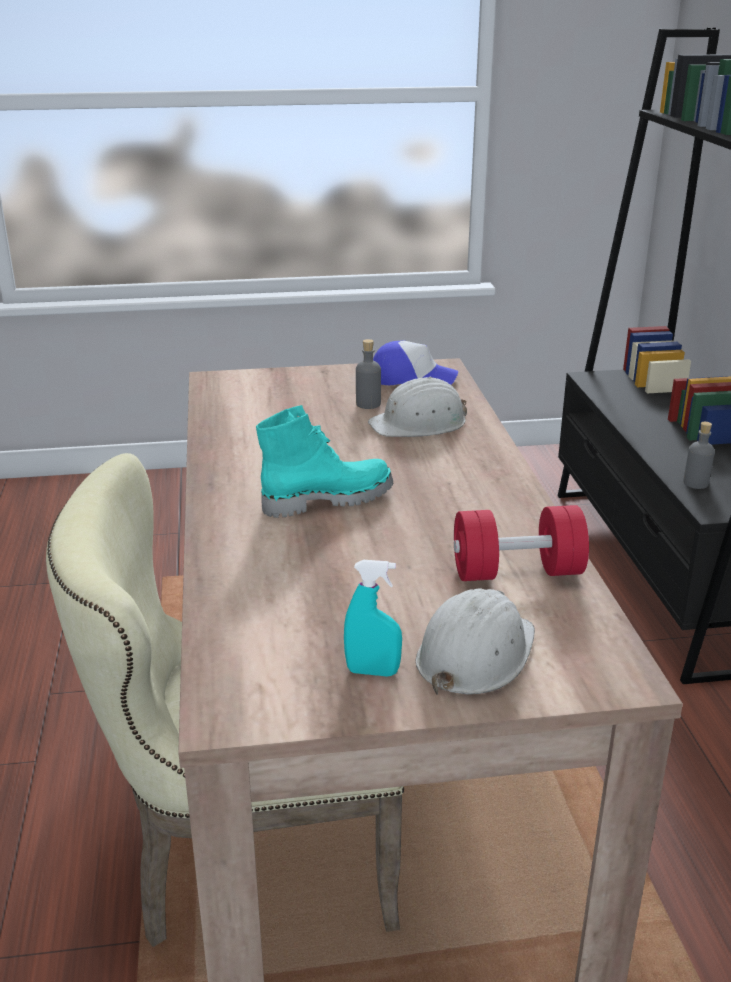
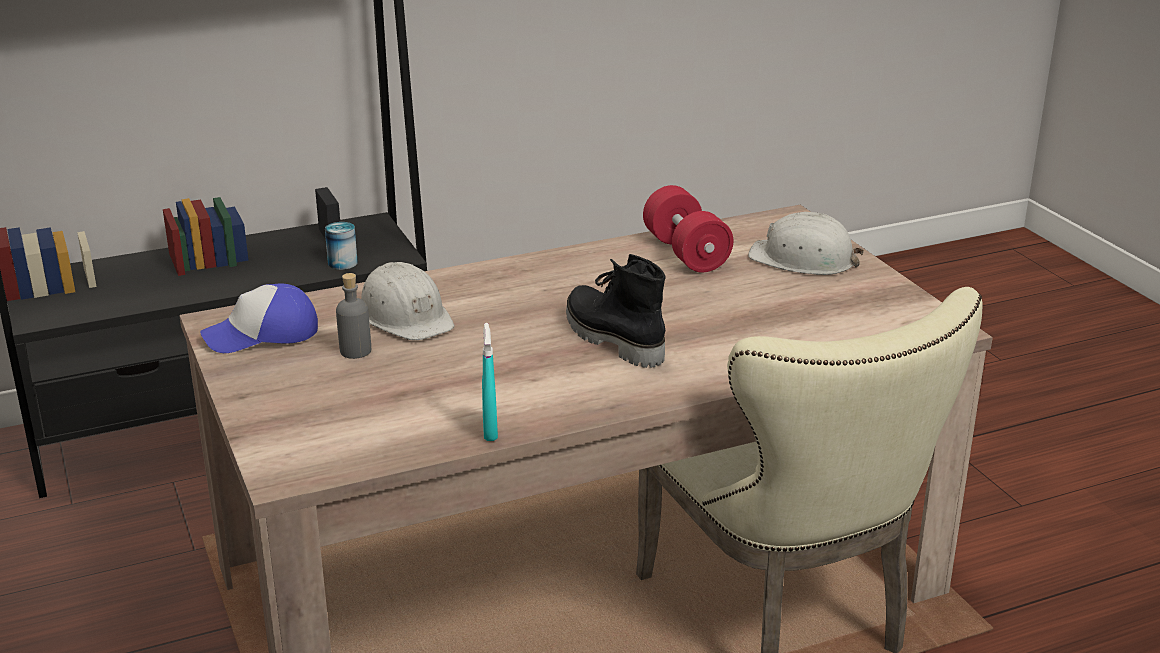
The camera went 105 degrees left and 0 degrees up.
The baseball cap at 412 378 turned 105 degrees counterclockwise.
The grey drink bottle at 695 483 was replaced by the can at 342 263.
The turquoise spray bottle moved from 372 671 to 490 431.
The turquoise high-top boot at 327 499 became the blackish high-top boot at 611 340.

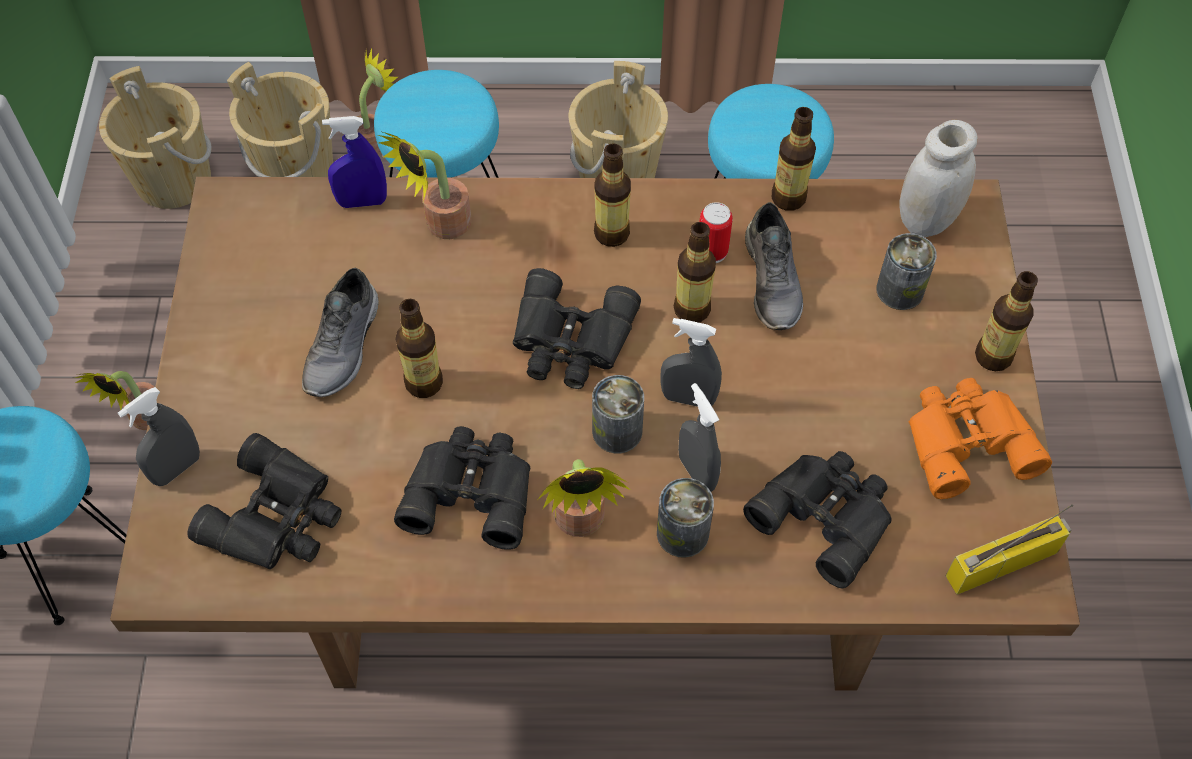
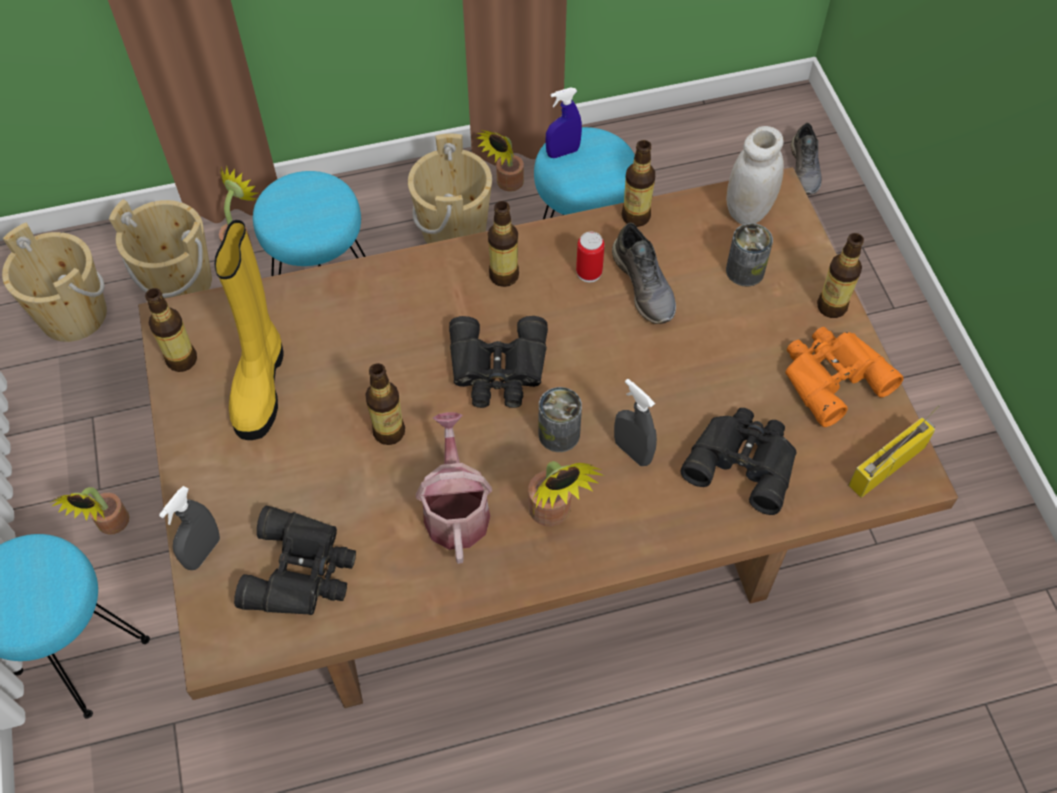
The camera went 15 degrees left and 0 degrees up.
The drink bottle moved from 691 309 to 181 359.
The yellow-coloured high-top boot at 260 384 appeared.
The blackish field glasses at 471 489 was replaced by the watering can at 456 509.
The plant in a pot moved from 440 226 to 507 185.
The blue spray bottle moved from 362 202 to 563 152.
The grey shoe moved from 345 346 to 805 169.
The can at 682 533 disappeared.
The grey spray bottle at 688 398 disappeared.

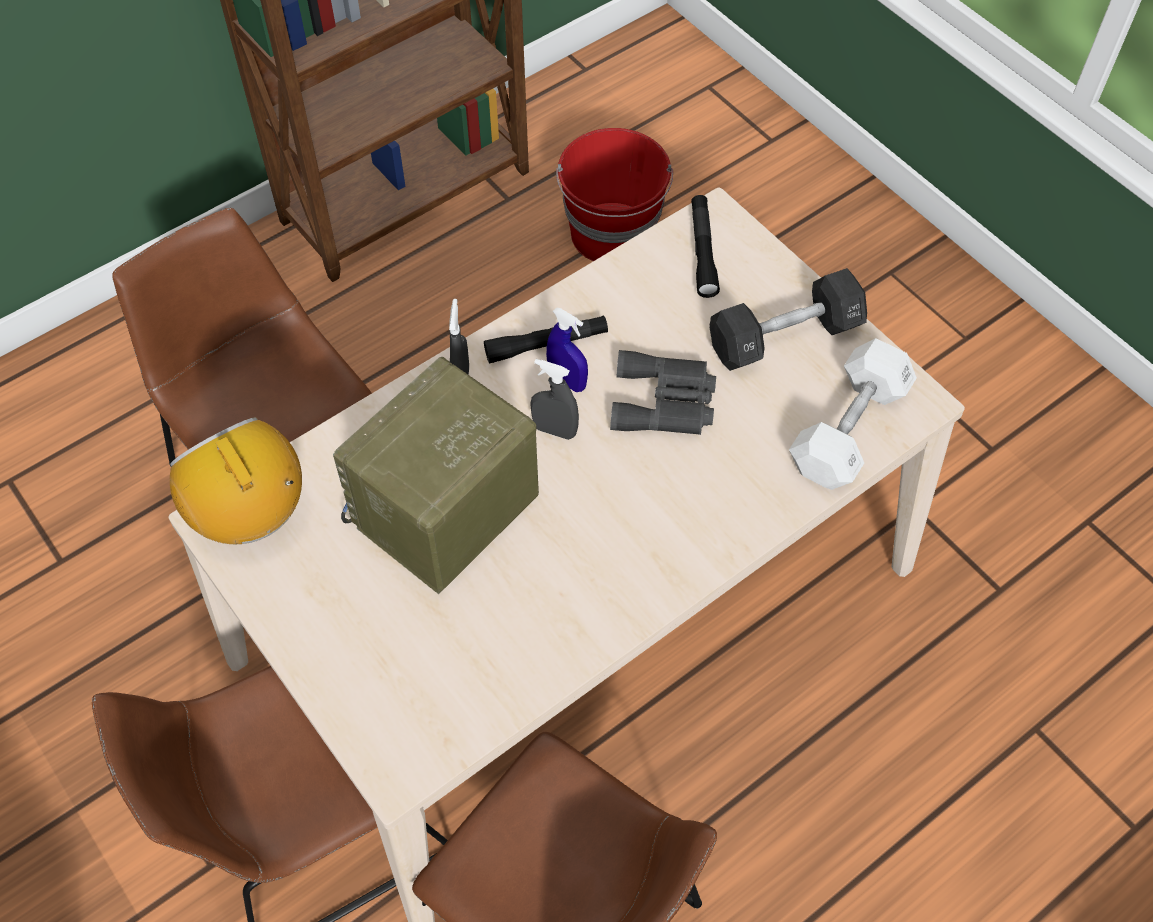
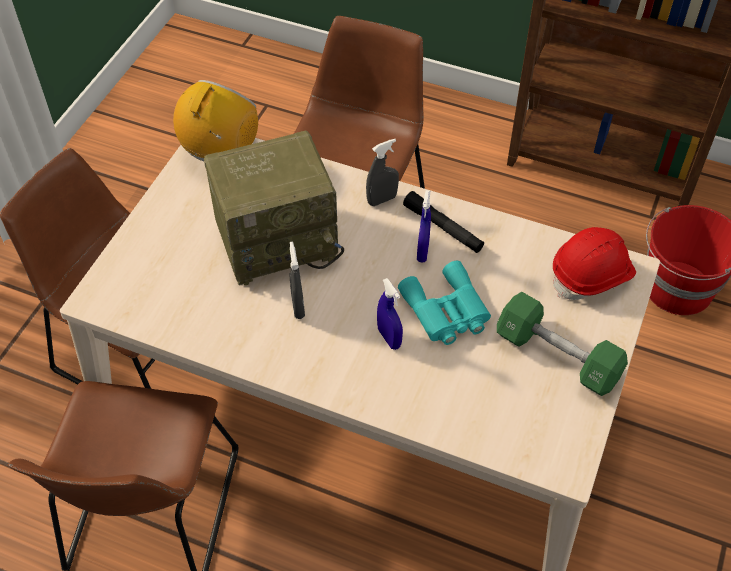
The camera went 60 degrees right and 5 degrees down.
The radio set at 446 517 turned 150 degrees clockwise.
The grey spray bottle moved from 555 430 to 298 307.
The blue spray bottle at 389 338 appeared.
The grey field glasses at 666 402 became the turquoise field glasses at 446 312.
The blackish hand weight at 784 337 became the greenish hand weight at 557 356.
The blackish torch at 702 251 was replaced by the red work helmet at 592 275.
The whitish hand weight at 848 429 disappeared.

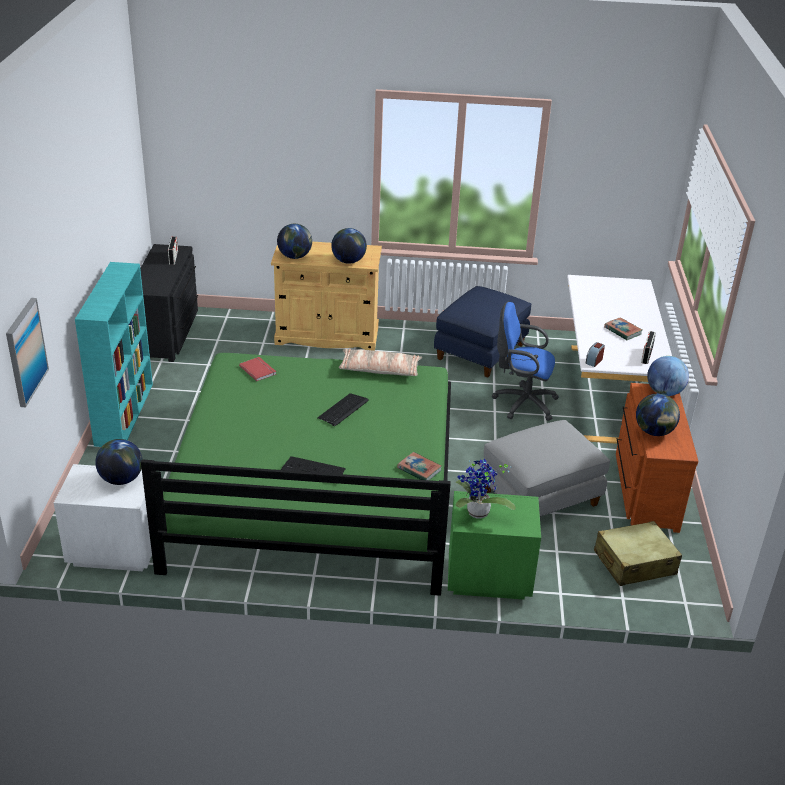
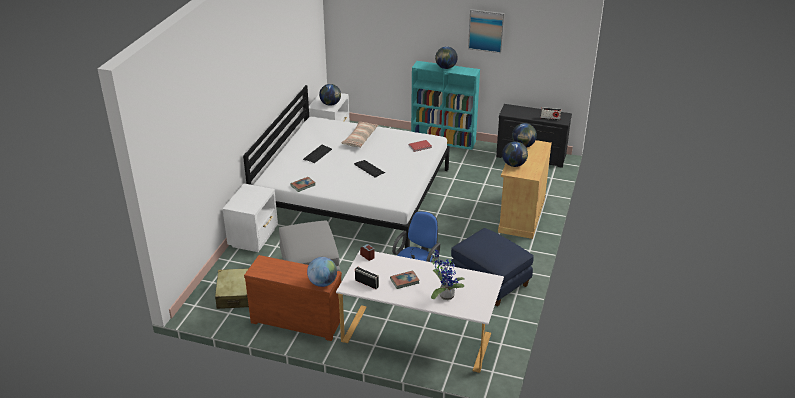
The camera went 105 degrees right and 0 degrees up.
The greenish bedside table at 487 578 became the whitish bedside table at 254 238.
The greenish bed at 315 488 became the whitish bed at 353 193.
The pillow moved from 379 370 to 360 139.
The plant in a pot moved from 477 514 to 445 295.
The desk globe moved from 654 432 to 445 67.
The wall picture moved from 25 352 to 486 30.

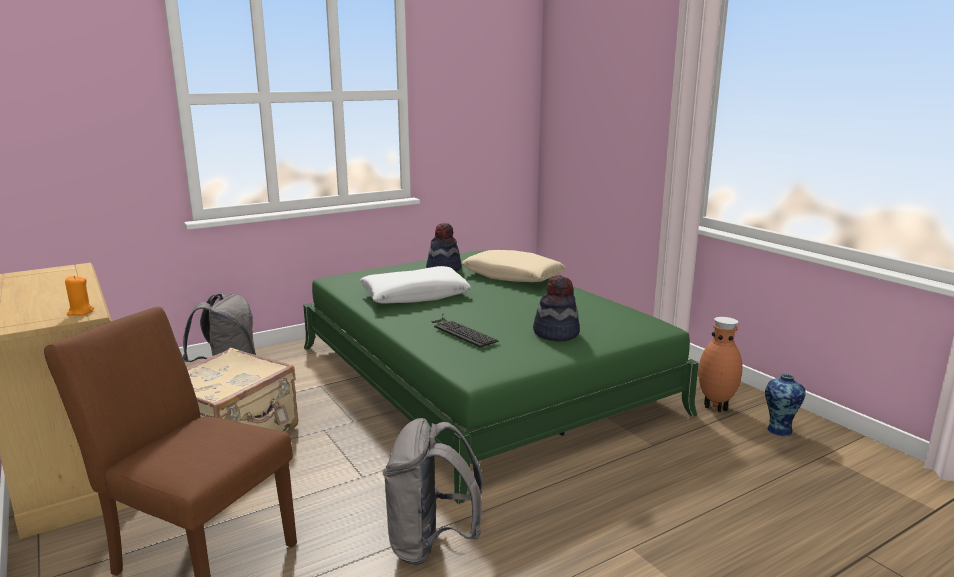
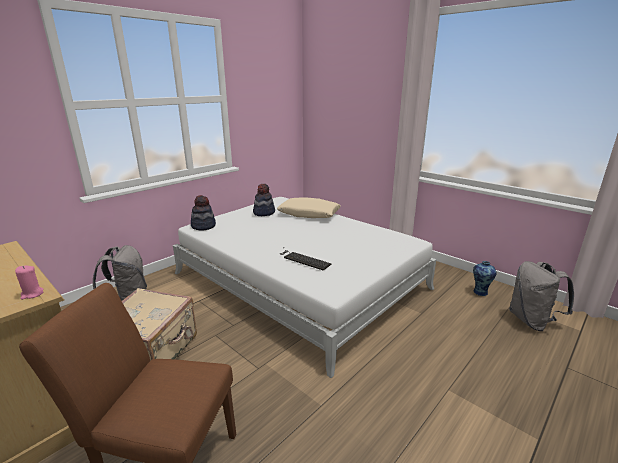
The camera went 15 degrees left and 5 degrees up.
The orange wax candle at 80 312 became the pink wax candle at 32 294.
The greenish bed at 479 378 became the whitish bed at 299 281.
The wearable hat moved from 556 333 to 203 226.
The grey knapsack moved from 431 544 to 532 321.
The whitish pillow at 414 295 disappeared.
The brown flower vase at 716 406 disappeared.

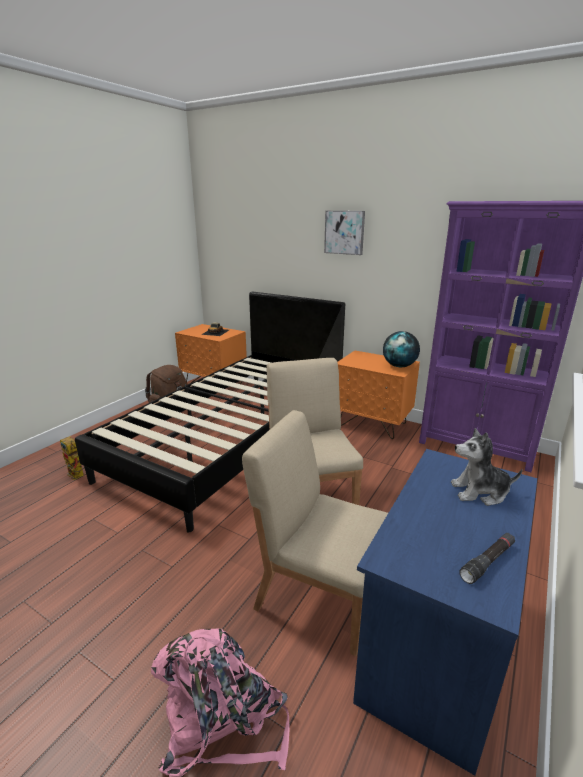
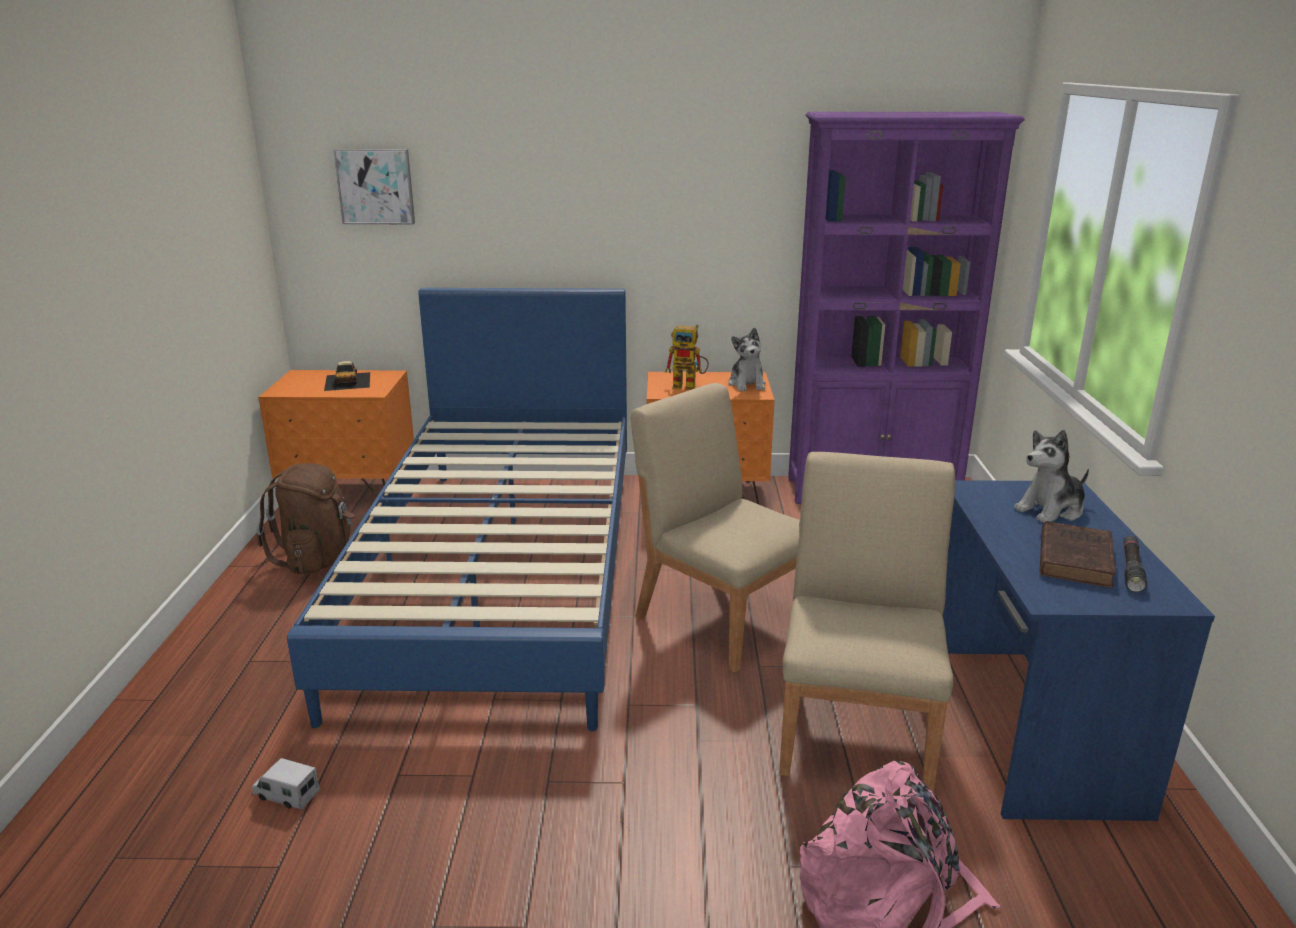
The camera went 30 degrees left and 0 degrees up.
The model truck at 286 795 appeared.
The blackish bed at 233 438 became the blue bed at 502 574.
The wall picture moved from 344 232 to 376 186.
The robot figure moved from 79 475 to 689 386.
The desk globe at 399 366 was replaced by the soft toy at 747 384.
The beige chair at 320 592 turned 105 degrees clockwise.
The brown volume at 1074 558 appeared.

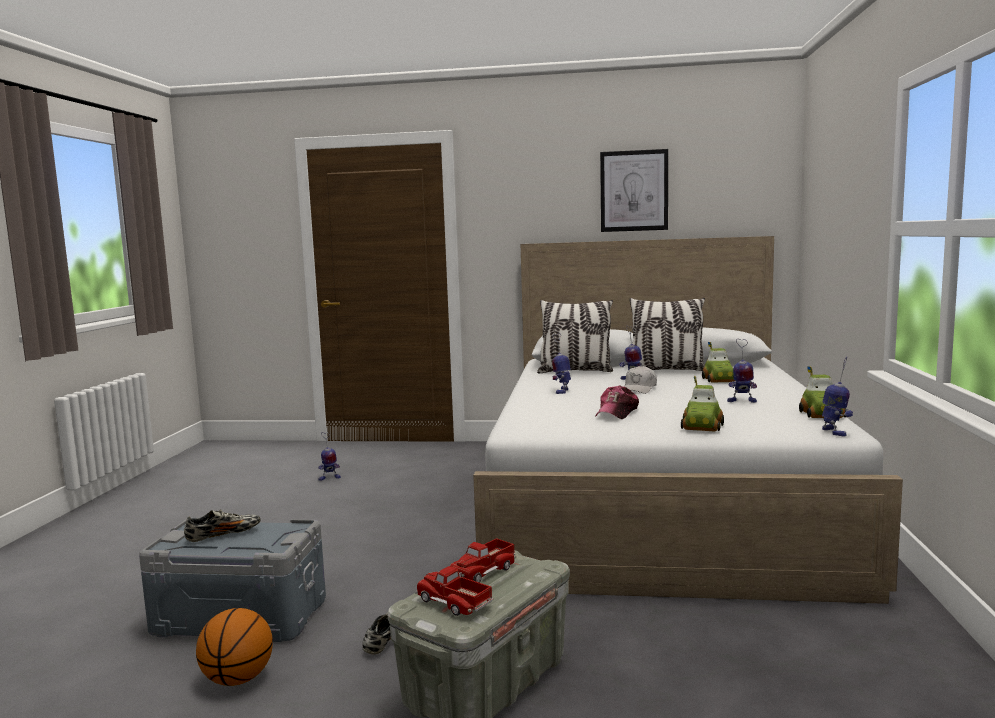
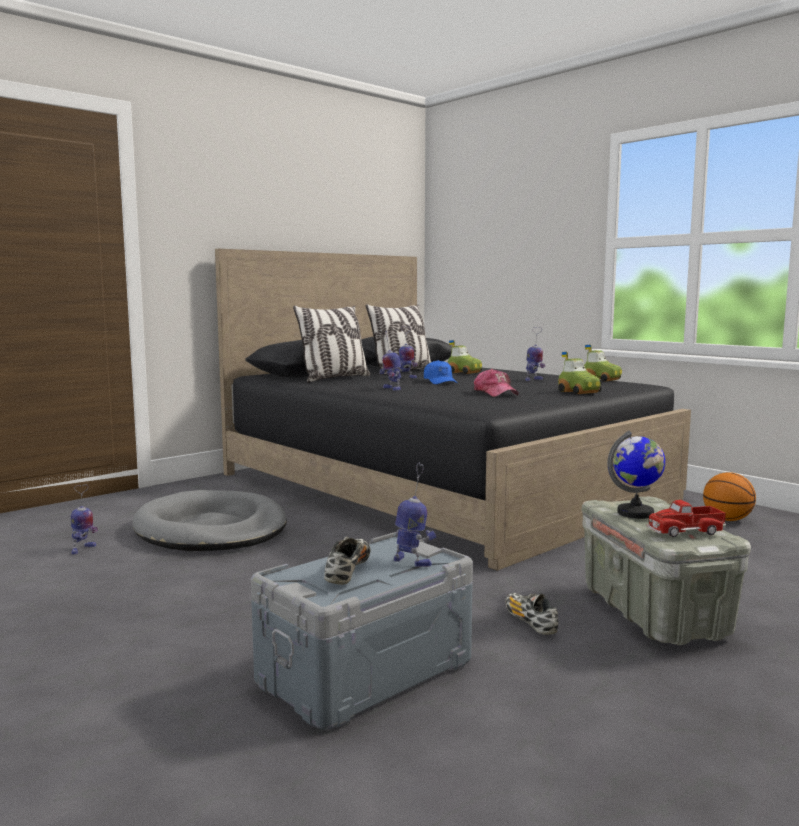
The camera went 50 degrees left and 0 degrees up.
The grey dog bed at 211 529 appeared.
The whitish bed at 658 500 became the blackish bed at 440 485.
The robot figure moved from 835 432 to 412 561.
The whitish baseball cap at 639 389 became the blue baseball cap at 440 382.
The model truck at 482 571 was replaced by the desk globe at 636 513.
The basketball ball moved from 238 679 to 727 519.
The wall picture at 634 191 disappeared.

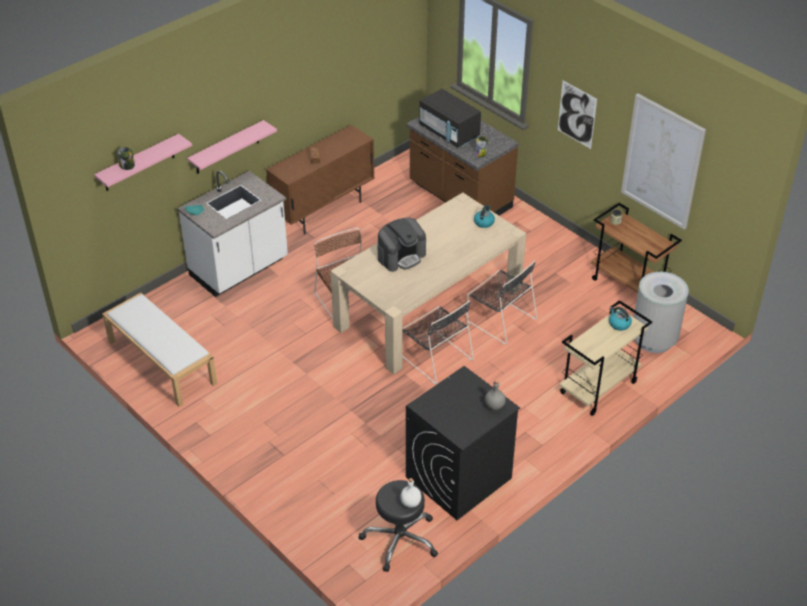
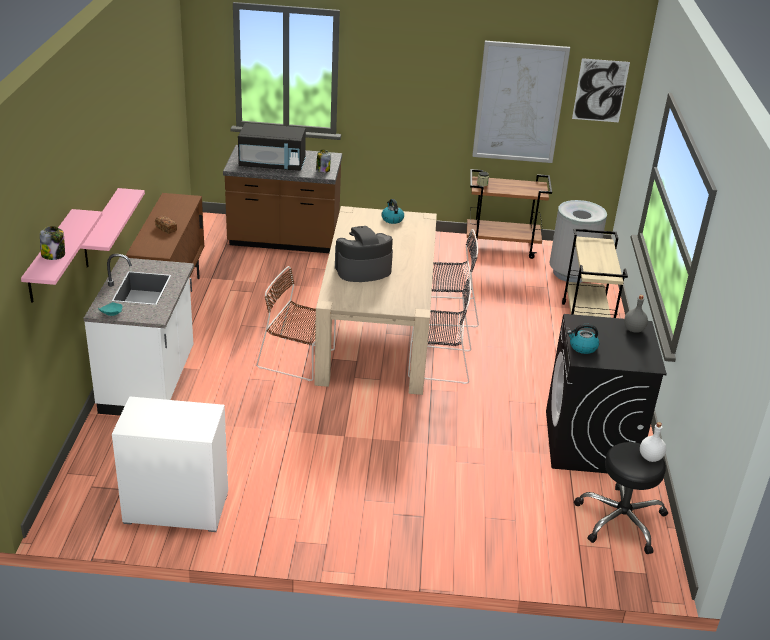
The camera went 45 degrees left and 10 degrees down.
The whitish indoor bench at 161 361 was replaced by the whitish chest of drawers at 176 508.
The coffee maker at 401 256 turned 120 degrees counterclockwise.
The kettle moved from 619 324 to 582 347.
The wall picture moved from 577 114 to 600 90.

